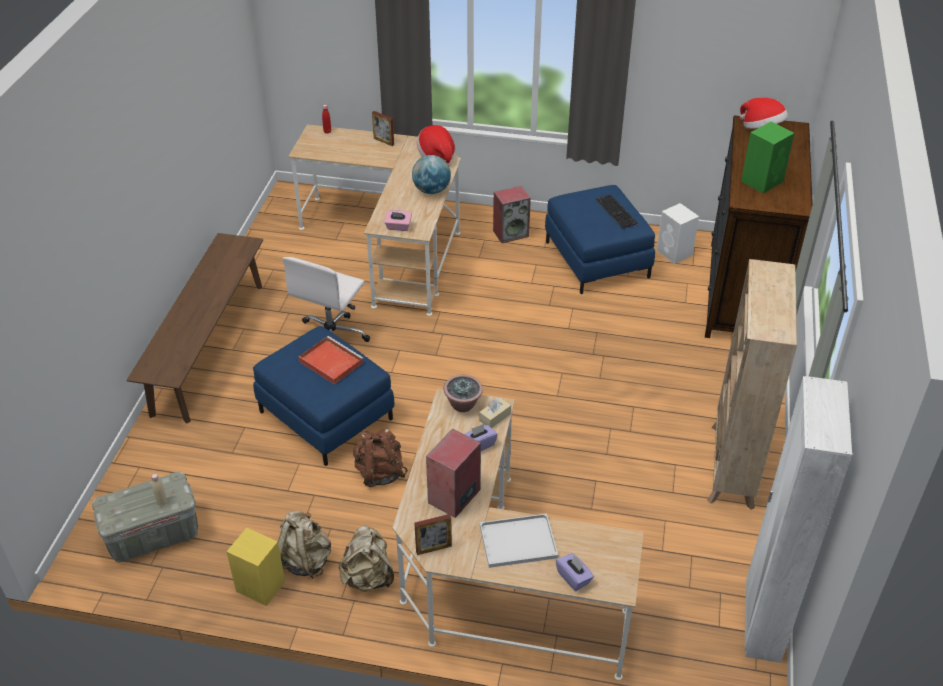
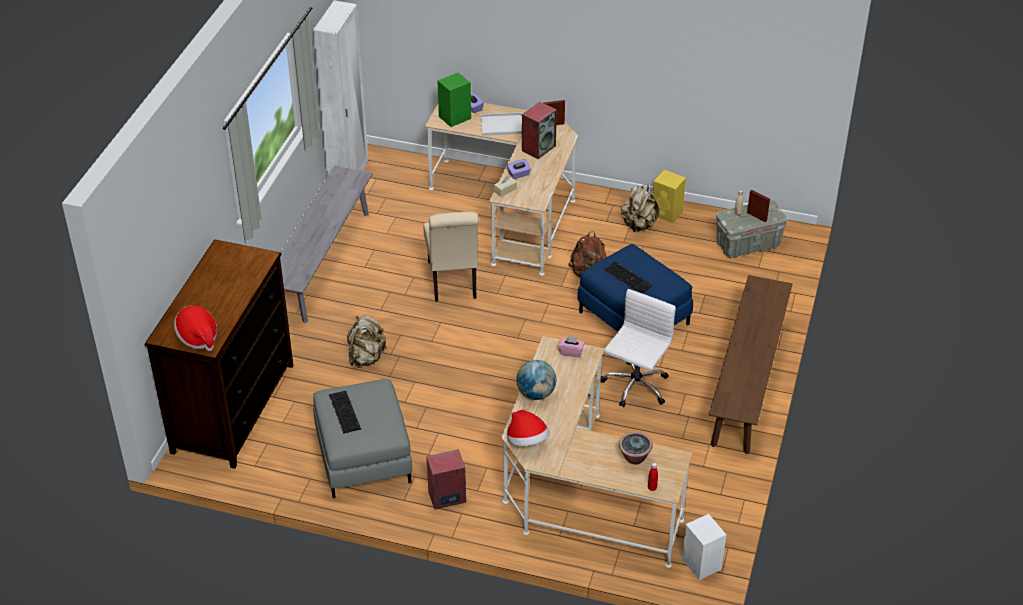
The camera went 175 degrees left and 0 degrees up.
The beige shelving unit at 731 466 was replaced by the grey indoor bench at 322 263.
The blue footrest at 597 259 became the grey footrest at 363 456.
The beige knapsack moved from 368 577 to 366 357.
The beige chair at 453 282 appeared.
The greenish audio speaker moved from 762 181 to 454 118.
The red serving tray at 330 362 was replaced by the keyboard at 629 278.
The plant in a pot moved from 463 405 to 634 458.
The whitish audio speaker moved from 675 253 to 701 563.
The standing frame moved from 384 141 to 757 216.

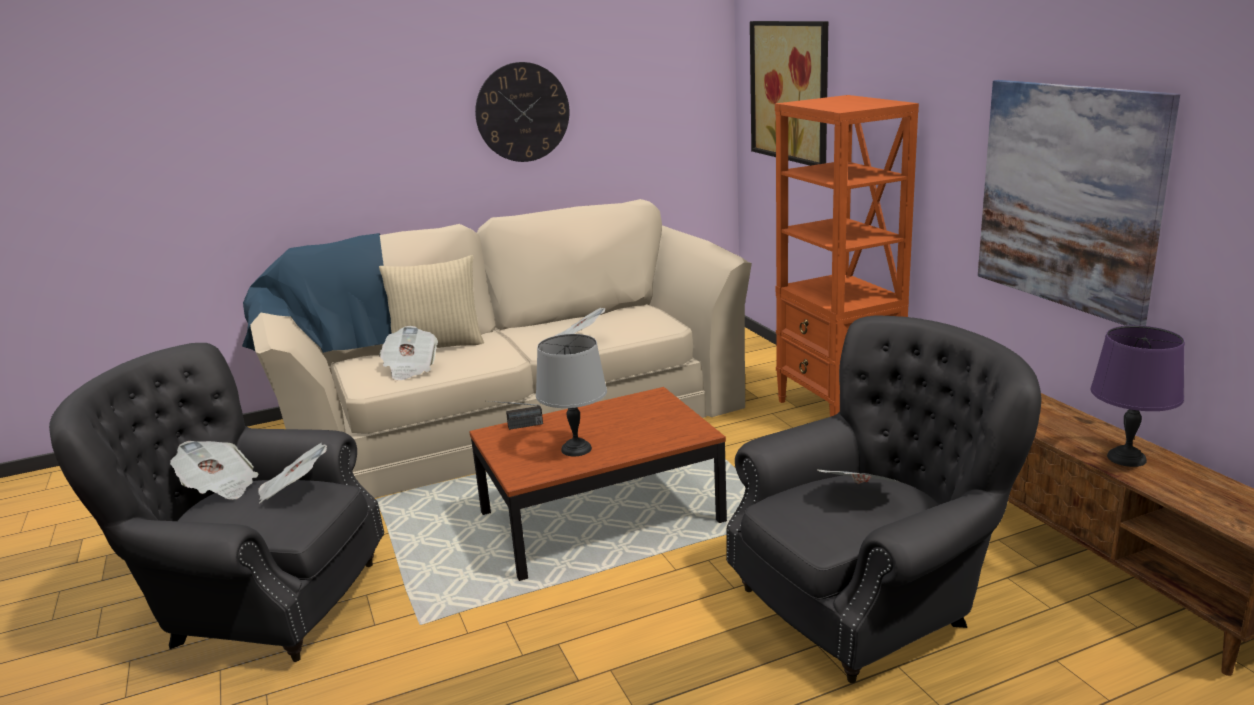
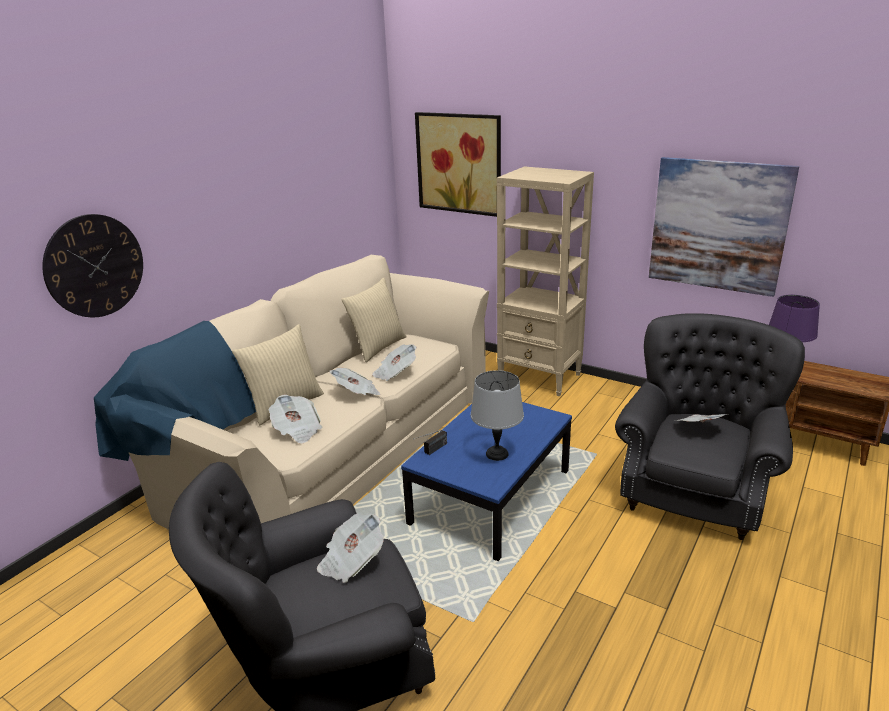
The camera went 35 degrees left and 5 degrees up.
The clock on the wall moved from 522 112 to 95 266.
The printed paper moved from 219 487 to 357 393.
The beige pillow at 377 347 appeared.
The brown lounge table at 601 516 became the blue lounge table at 491 496.
The orange shelving unit at 838 411 became the beige shelving unit at 540 378.

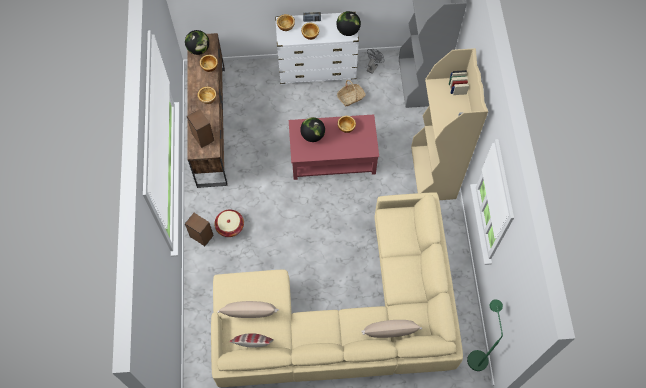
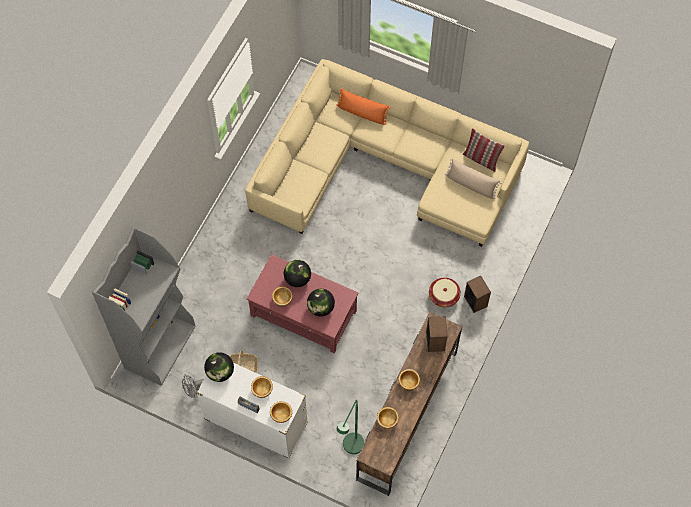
The camera went 150 degrees left and 0 degrees up.
The desk globe moved from 198 49 to 297 279.
The beige pillow at 390 331 became the orange pillow at 362 113.
The greenish standing lamp moved from 476 355 to 350 449.
The beige shelving unit at 433 173 disappeared.

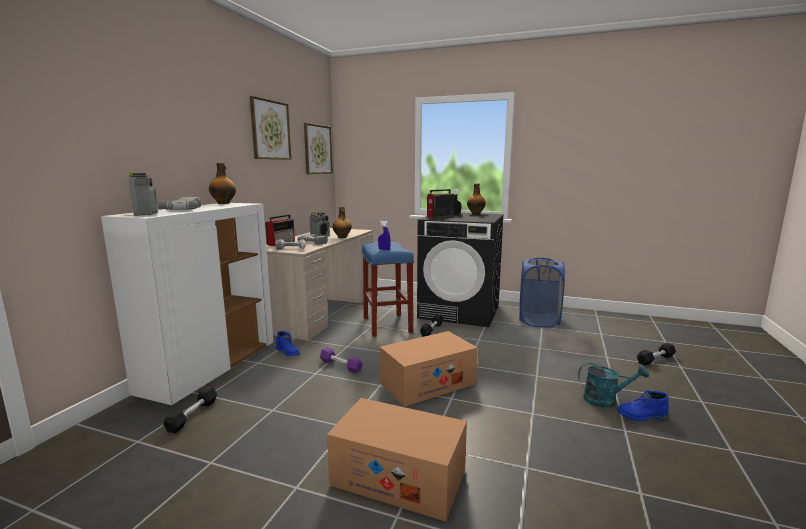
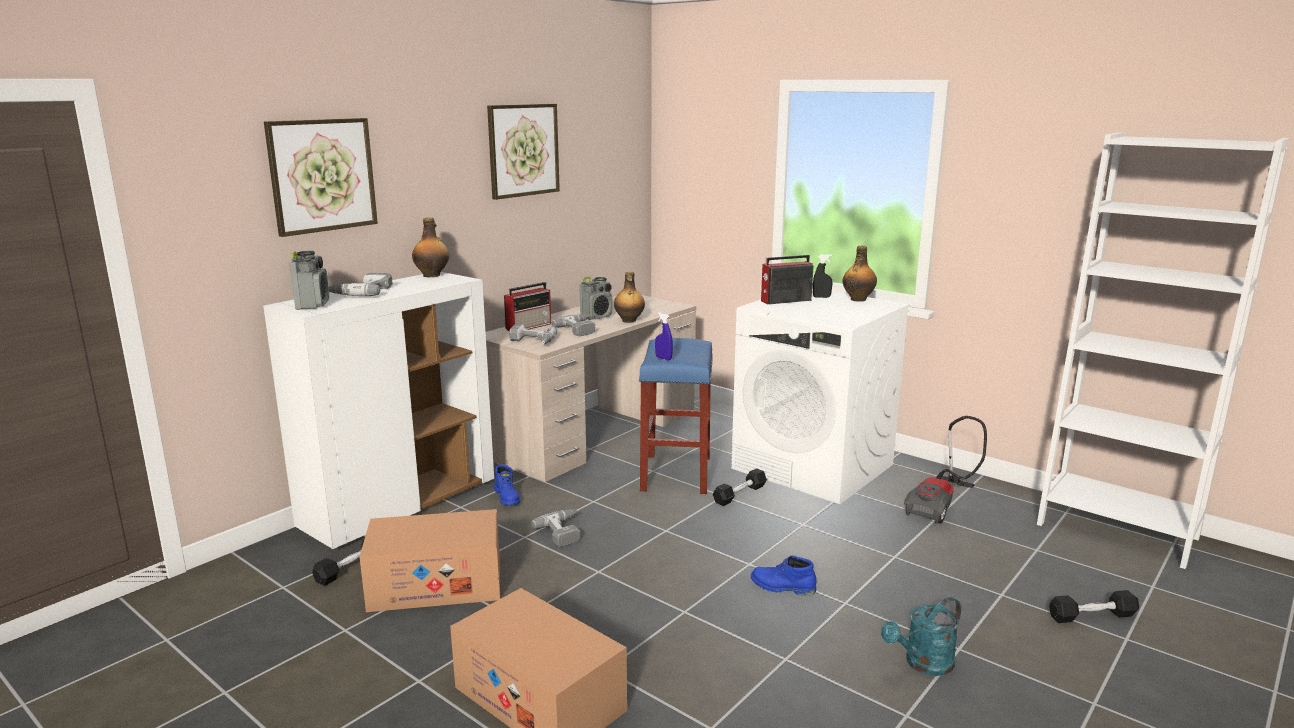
The camera went 20 degrees right and 5 degrees up.
The wall picture moved from 317 149 to 322 175.
The carton moved from 427 383 to 436 584.
The purplish hand weight at 340 365 was replaced by the drill at 565 531.
The blackish laundry appliance at 460 312 became the whitish laundry appliance at 813 467.
The blue high-top boot moved from 642 416 to 782 587.
The turquoise watering can at 605 400 turned 120 degrees clockwise.
The blue washing basket at 538 321 was replaced by the vacuum cleaner at 940 506.
The whitish shelving unit at 1117 530 appeared.

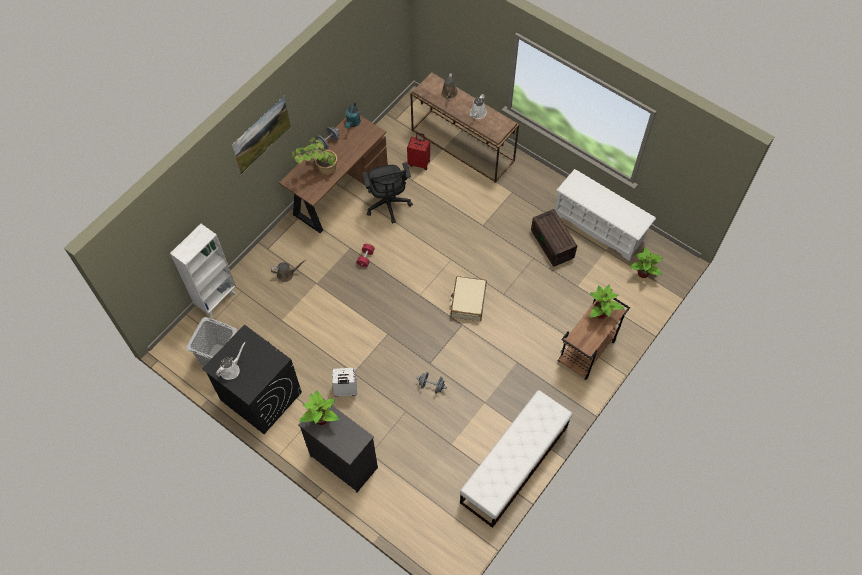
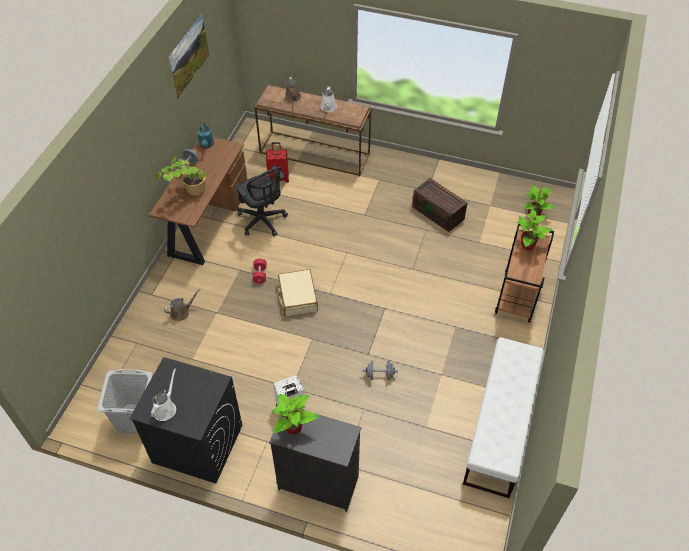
The camera went 20 degrees left and 10 degrees down.
The wall picture moved from 264 142 to 191 66.
The beige travel case moved from 468 302 to 297 297.
The whitish shelving unit at 217 299 disappeared.
The whitish shoe rack at 599 227 disappeared.

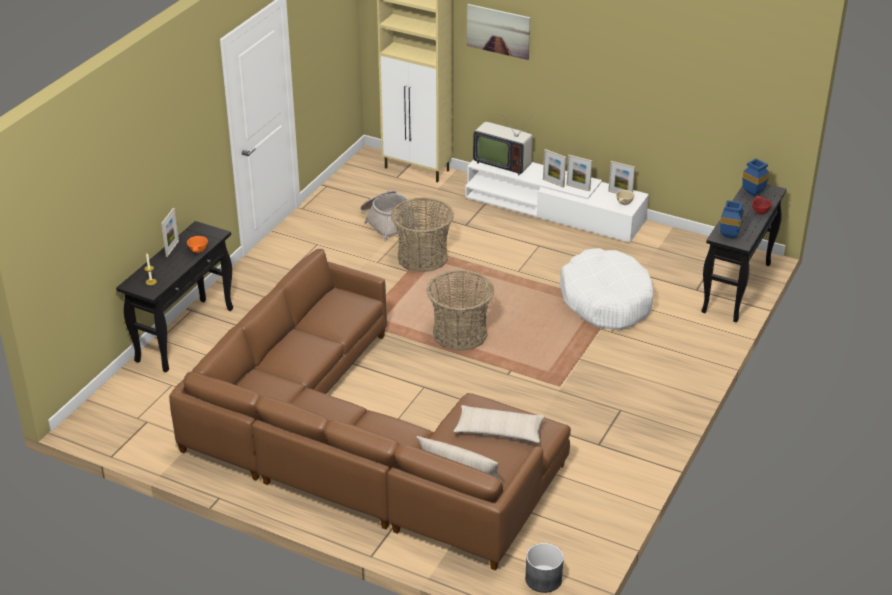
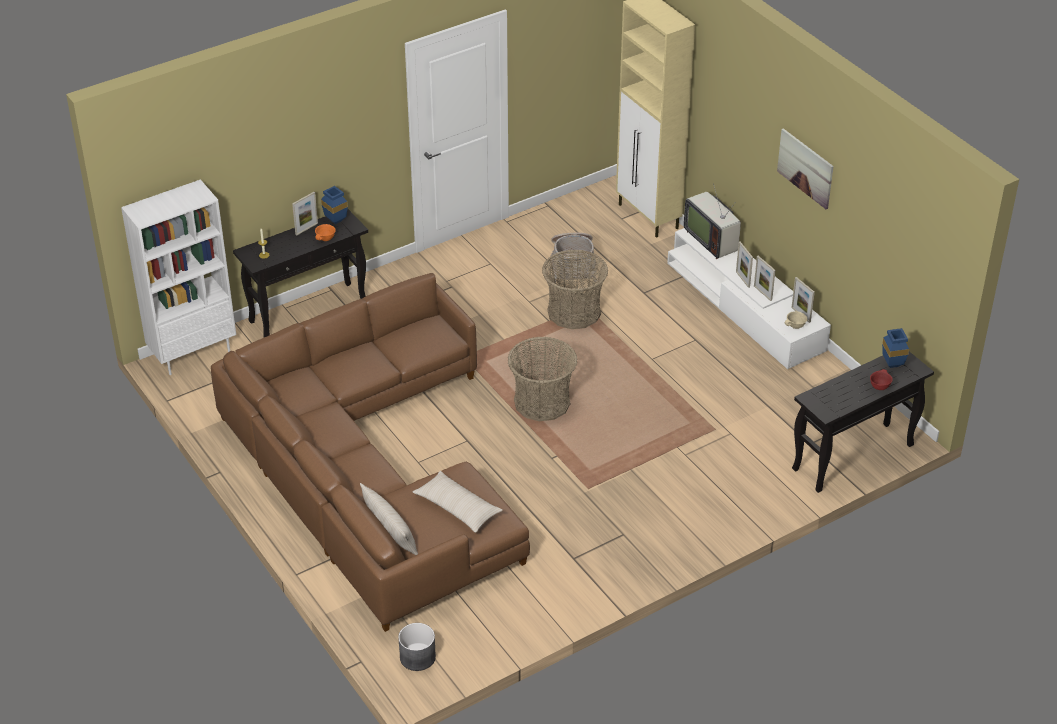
The camera went 30 degrees right and 5 degrees up.
The whitish shelving unit at 193 353 appeared.
The blue flower vase moved from 730 236 to 337 221.
The wall picture moved from 498 31 to 805 168.
The whitish dog bed at 606 300 disappeared.

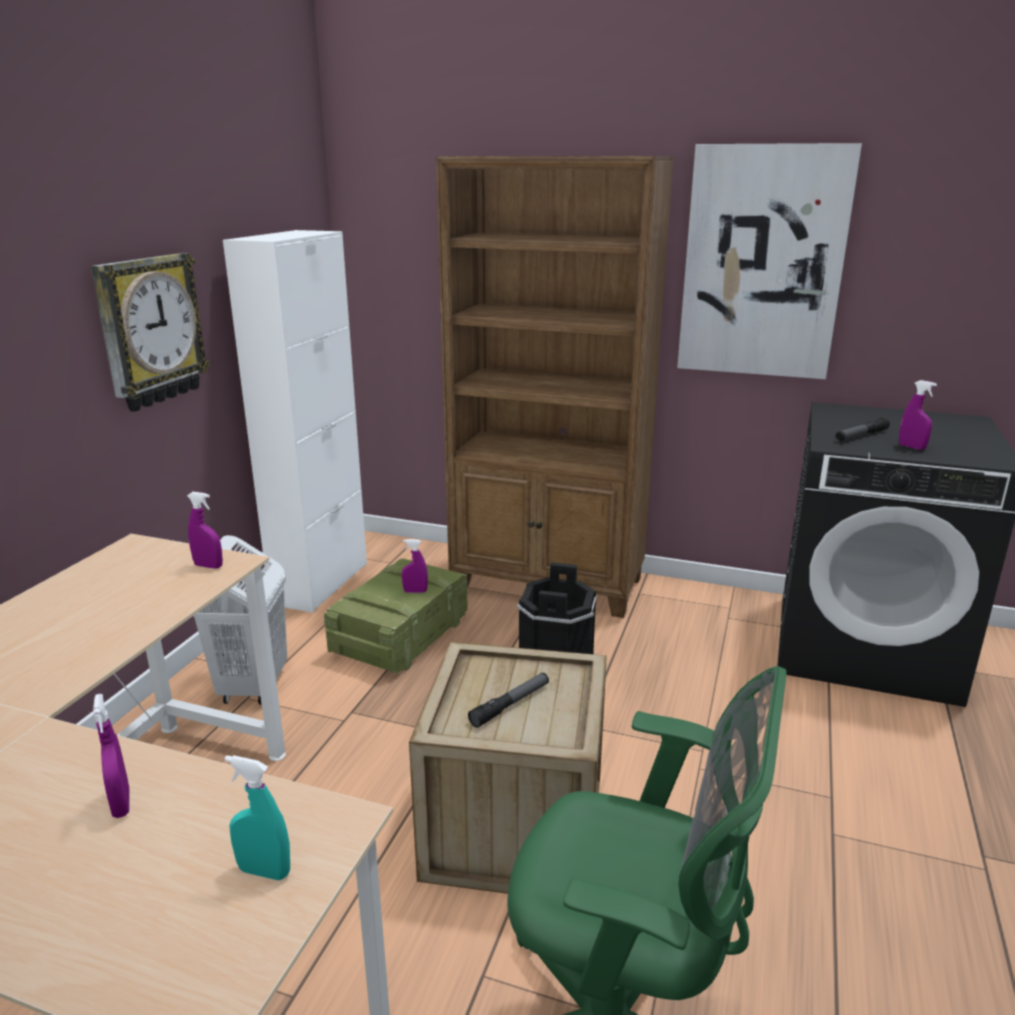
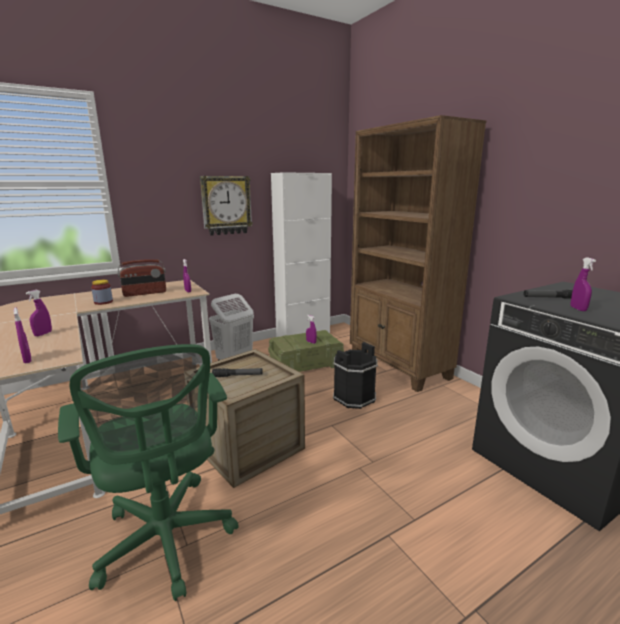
The camera went 40 degrees right and 5 degrees down.
The turquoise spray bottle at 264 871 became the purplish spray bottle at 27 360.
The jar at 103 302 appeared.
The radio set at 145 293 appeared.
The wall picture at 762 263 disappeared.

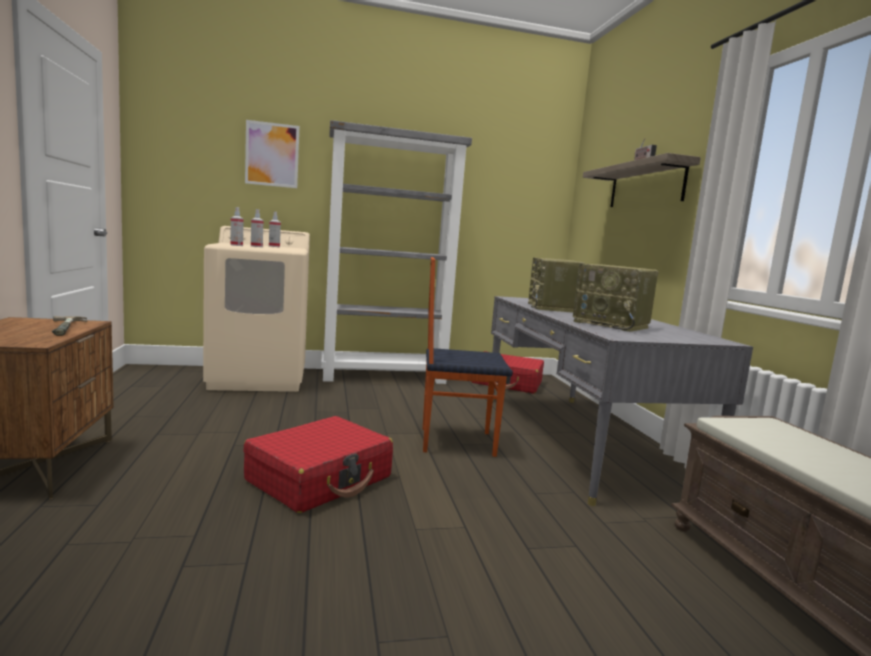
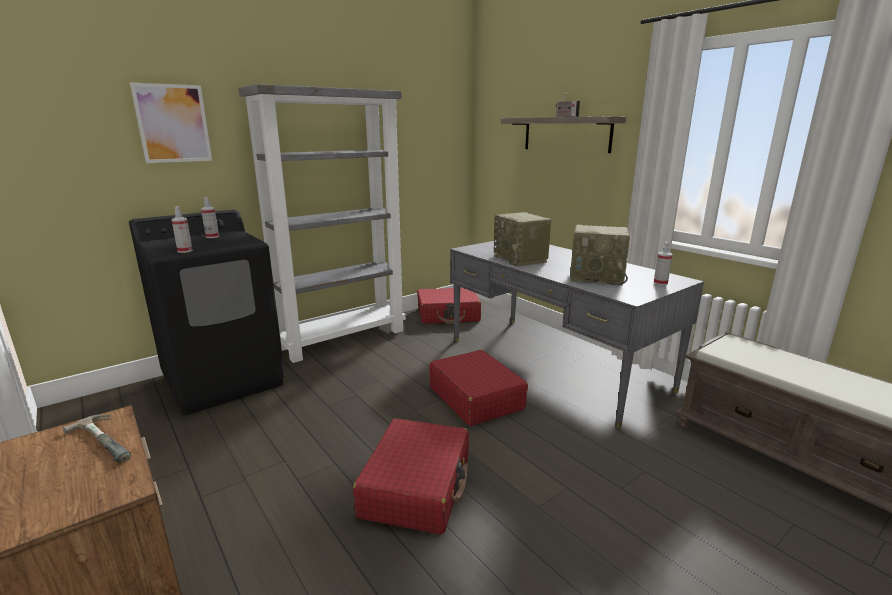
The camera went 25 degrees left and 10 degrees up.
The beige laundry appliance at 259 378 became the blackish laundry appliance at 224 380.
The chair at 456 441 was replaced by the red travel case at 476 398.
The spray bottle moved from 256 246 to 660 283.

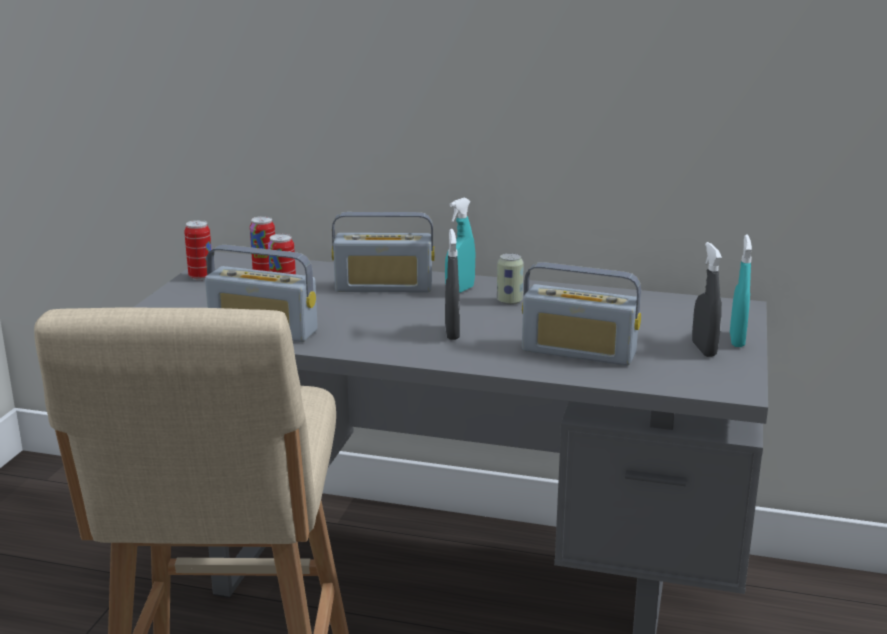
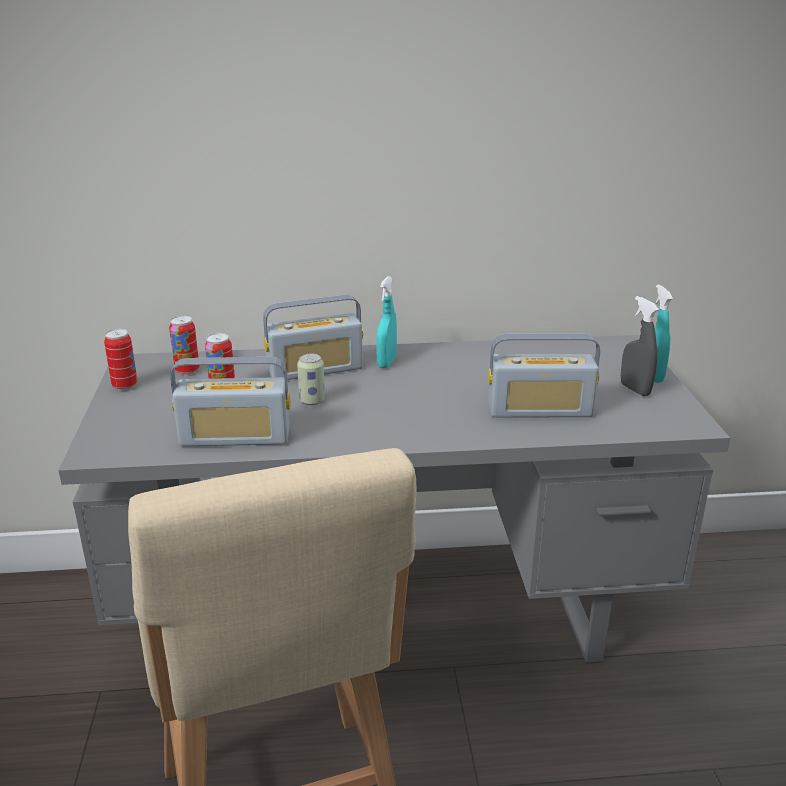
The camera went 20 degrees left and 5 degrees up.
The can moved from 509 301 to 312 401.
The grey spray bottle at 452 333 disappeared.

